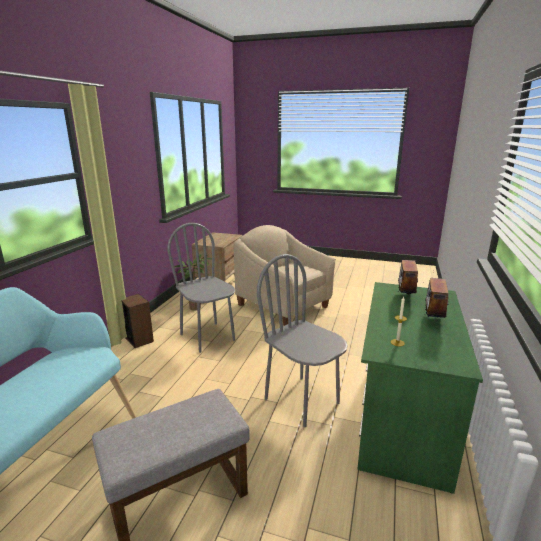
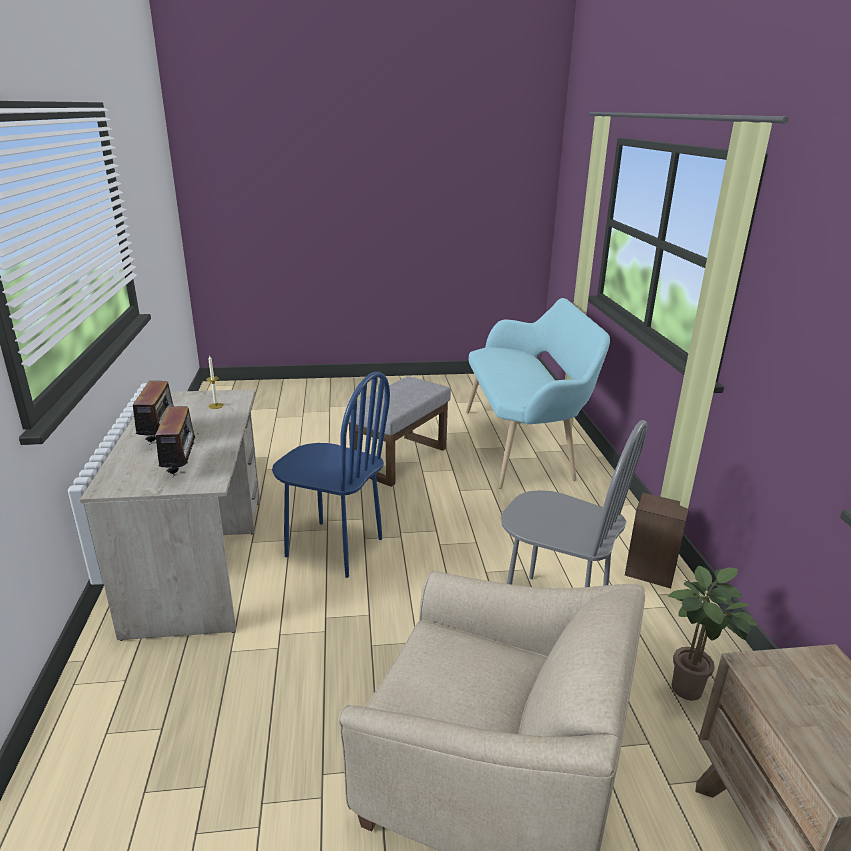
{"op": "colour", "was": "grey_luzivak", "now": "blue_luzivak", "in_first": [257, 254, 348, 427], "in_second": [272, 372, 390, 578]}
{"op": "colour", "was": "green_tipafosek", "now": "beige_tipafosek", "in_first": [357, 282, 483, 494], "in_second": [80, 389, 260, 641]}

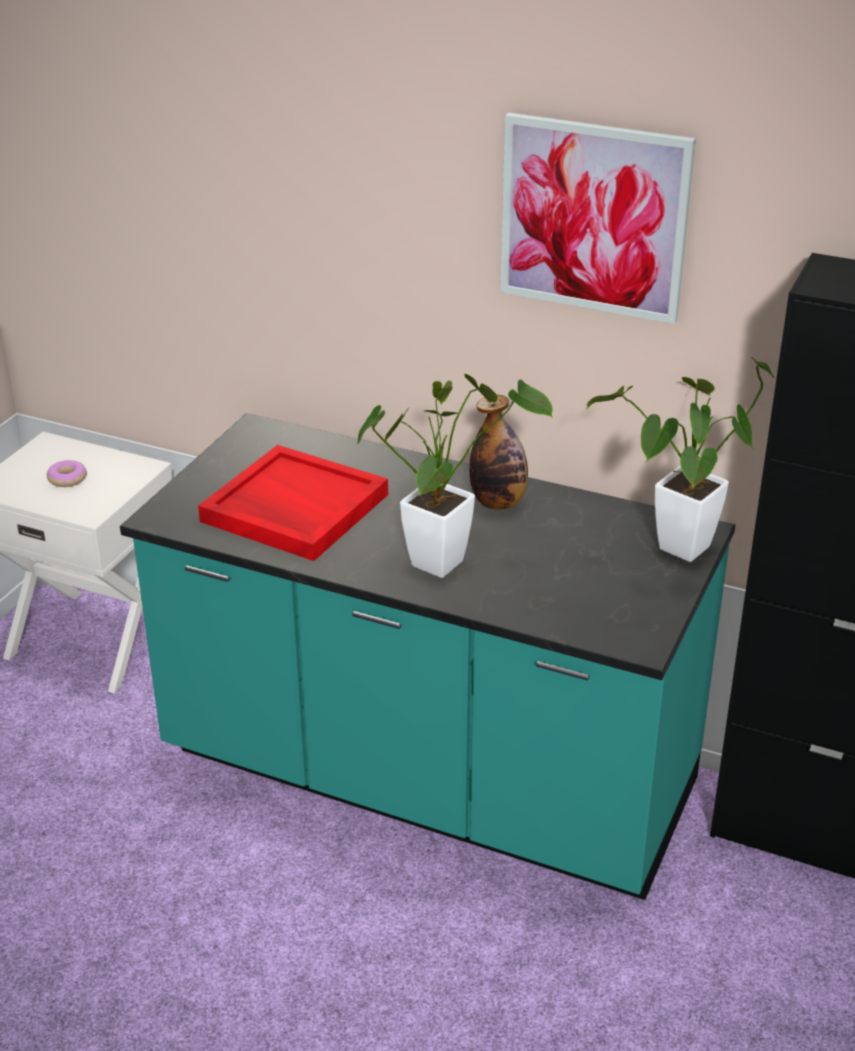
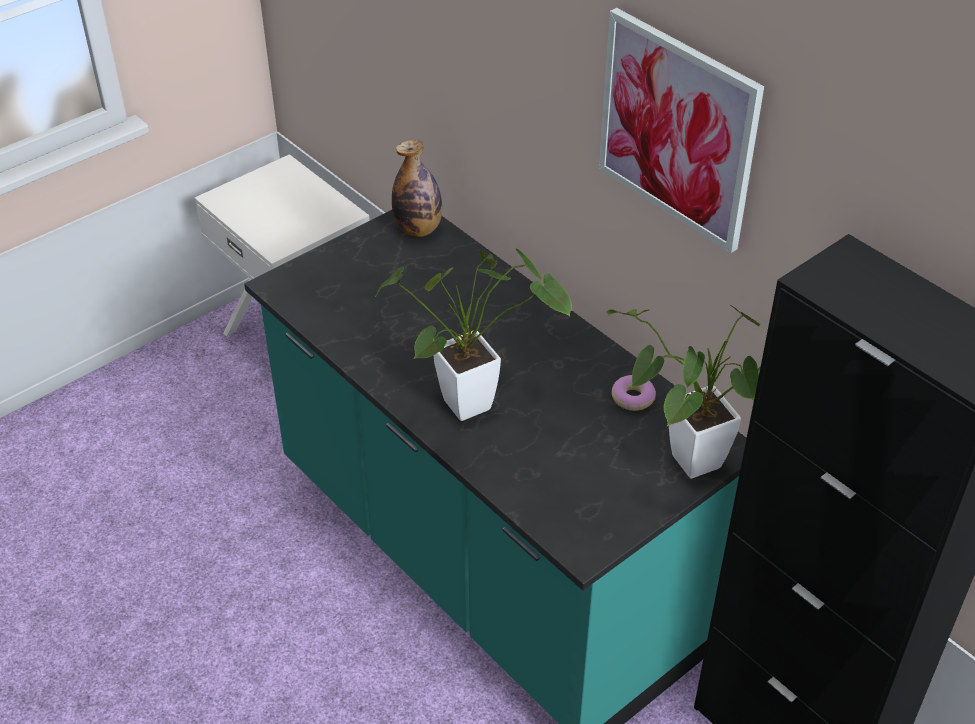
{"op": "relocated", "was": "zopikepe", "in_first": [47, 460, 87, 487], "in_second": [612, 375, 656, 411]}
{"op": "missing", "was": "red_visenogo", "in_first": [198, 445, 388, 561]}
{"op": "relocated", "was": "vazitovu", "in_first": [470, 395, 528, 510], "in_second": [392, 140, 442, 237]}

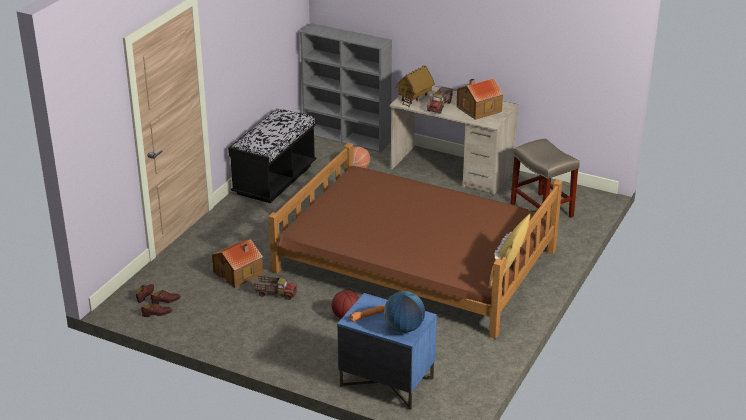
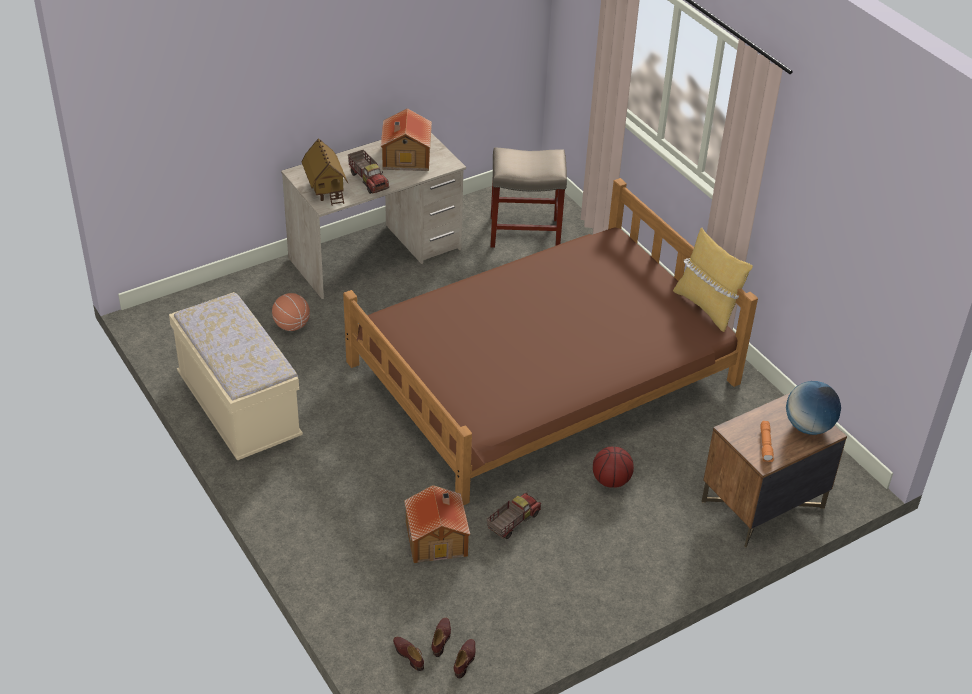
{"op": "colour", "was": "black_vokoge", "now": "beige_vokoge", "in_first": [228, 108, 317, 203], "in_second": [169, 292, 303, 460]}
{"op": "missing", "was": "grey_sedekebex", "in_first": [300, 23, 392, 152]}
{"op": "colour", "was": "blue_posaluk", "now": "brown_posaluk", "in_first": [337, 293, 437, 410], "in_second": [702, 393, 847, 547]}

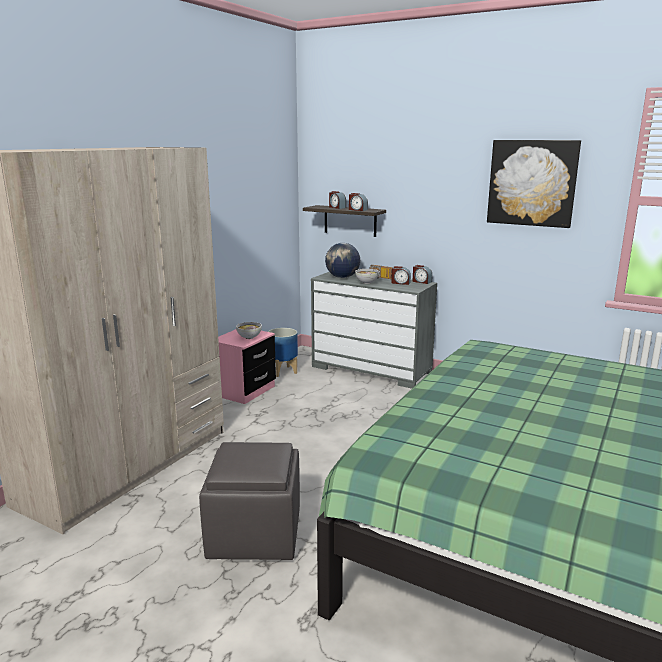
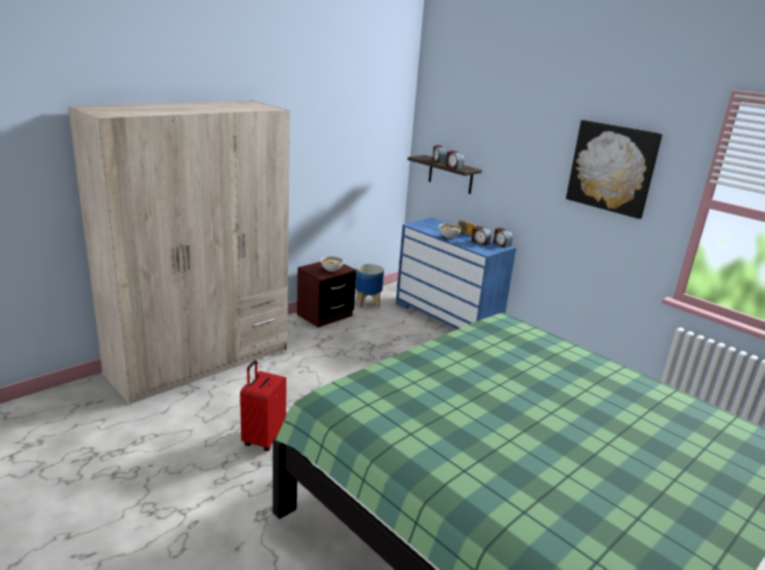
{"op": "exchanged", "was": "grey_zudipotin", "now": "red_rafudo", "in_first": [199, 442, 300, 560], "in_second": [240, 360, 286, 451]}
{"op": "colour", "was": "pink_posaluk", "now": "brown_posaluk", "in_first": [218, 329, 276, 404], "in_second": [297, 262, 356, 328]}
{"op": "colour", "was": "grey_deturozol", "now": "blue_deturozol", "in_first": [311, 272, 437, 389], "in_second": [396, 218, 516, 329]}
{"op": "missing", "was": "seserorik", "in_first": [325, 243, 360, 278]}

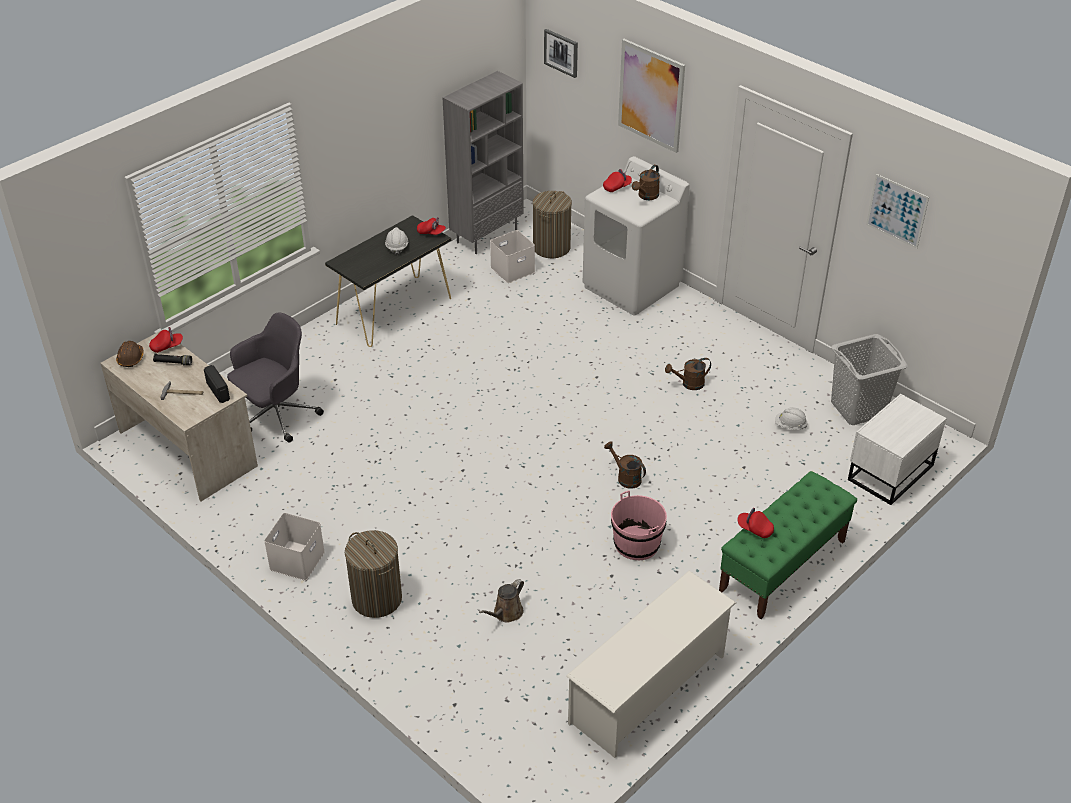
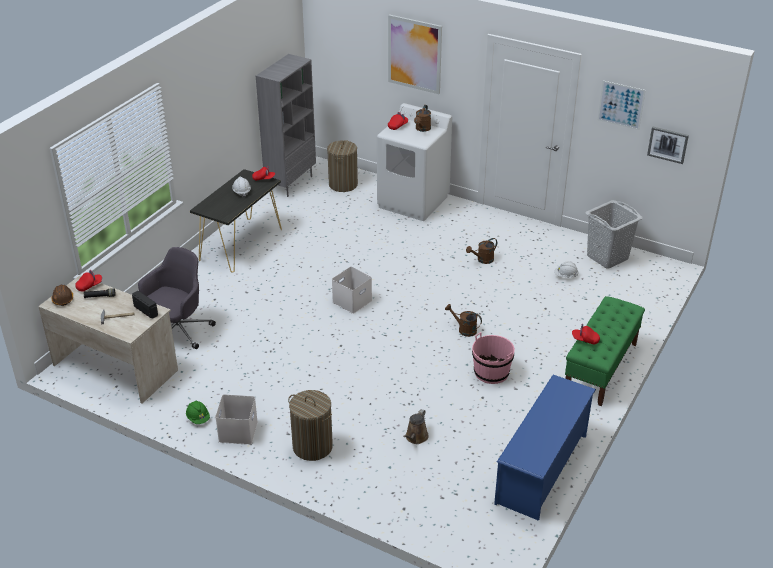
{"op": "relocated", "was": "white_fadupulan", "in_first": [490, 230, 535, 283], "in_second": [332, 266, 372, 314]}
{"op": "relocated", "was": "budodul", "in_first": [544, 29, 578, 78], "in_second": [647, 127, 689, 164]}
{"op": "colour", "was": "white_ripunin", "now": "blue_ripunin", "in_first": [566, 571, 736, 758], "in_second": [494, 375, 596, 521]}
{"op": "missing", "was": "white_posaluk", "in_first": [848, 394, 947, 505]}
{"op": "appeared", "now": "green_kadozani", "in_second": [186, 401, 210, 424]}

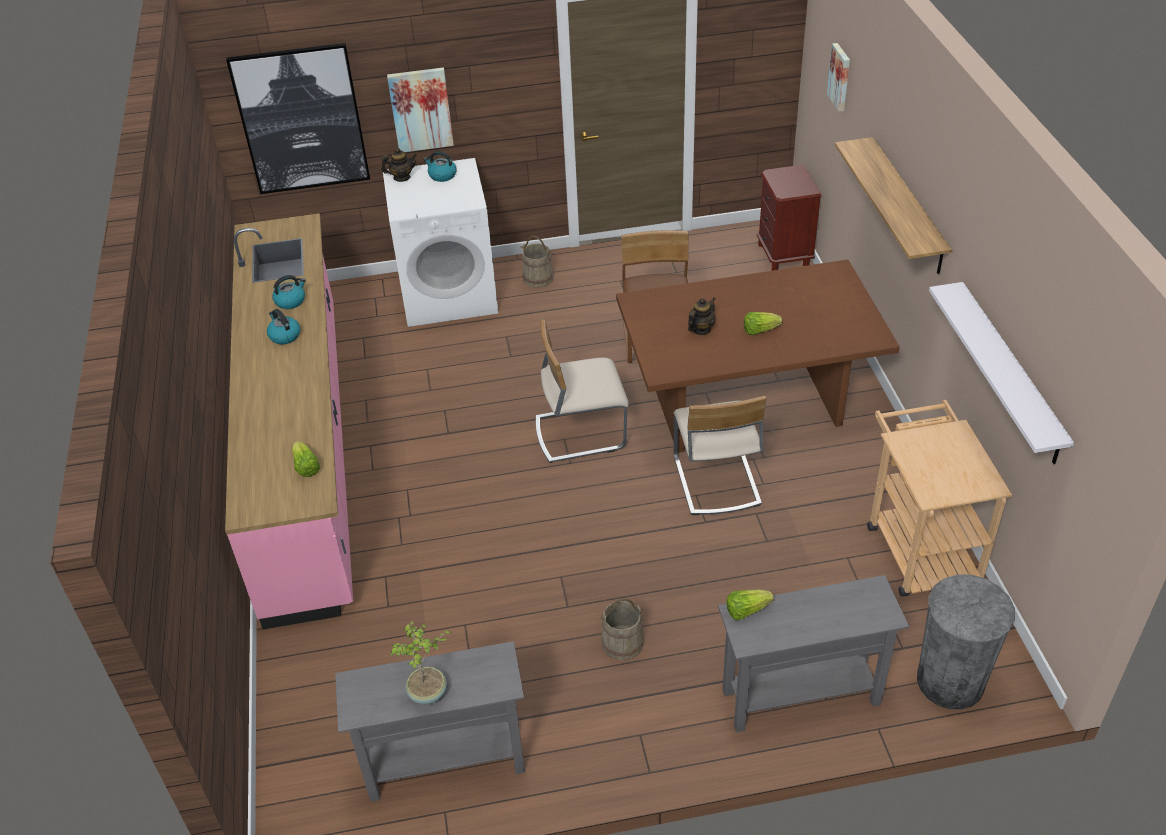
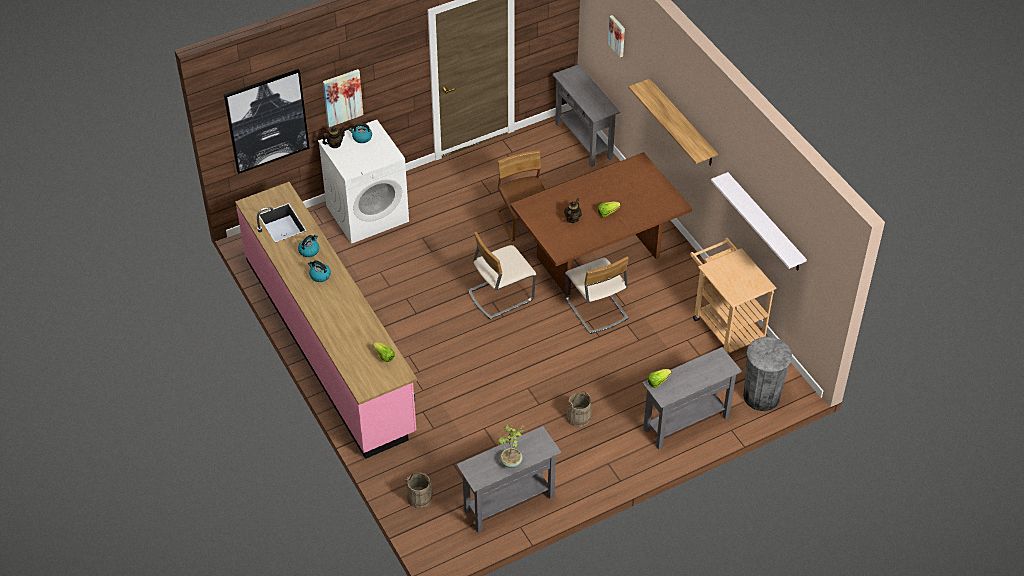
{"op": "relocated", "was": "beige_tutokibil", "in_first": [521, 236, 554, 288], "in_second": [405, 472, 433, 508]}
{"op": "exchanged", "was": "brown_posaluk", "now": "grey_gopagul", "in_first": [757, 165, 821, 271], "in_second": [552, 64, 620, 167]}

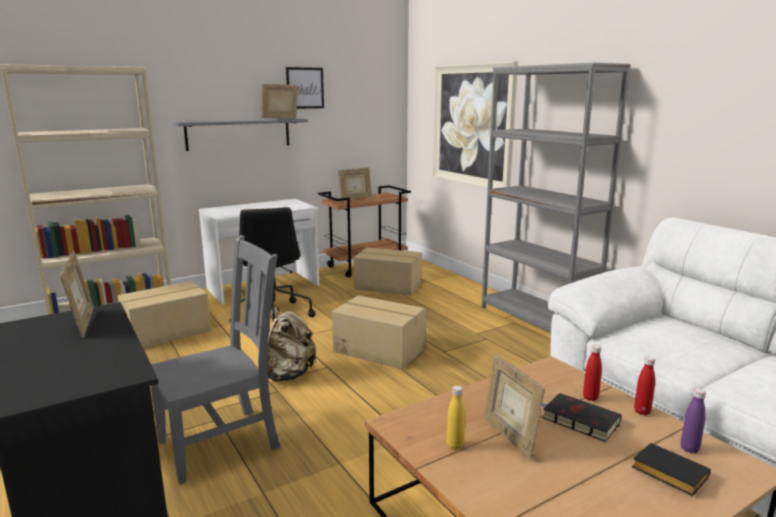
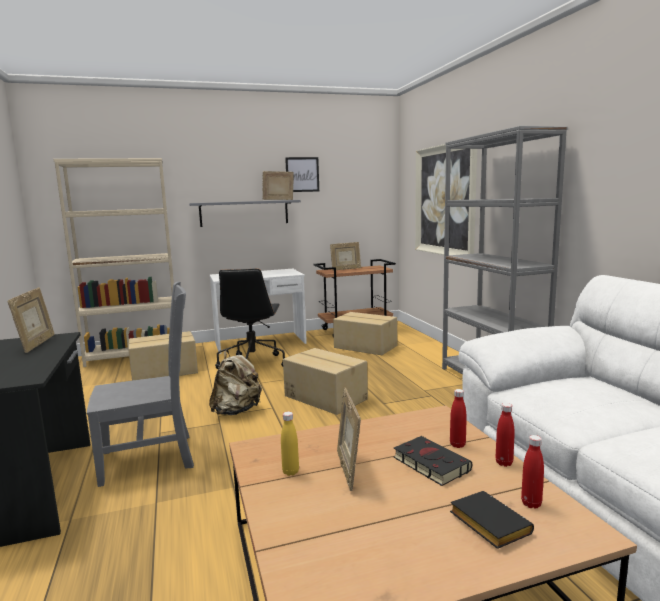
{"op": "colour", "was": "purple_vazitovu", "now": "red_vazitovu", "in_first": [681, 388, 706, 453], "in_second": [521, 435, 544, 509]}

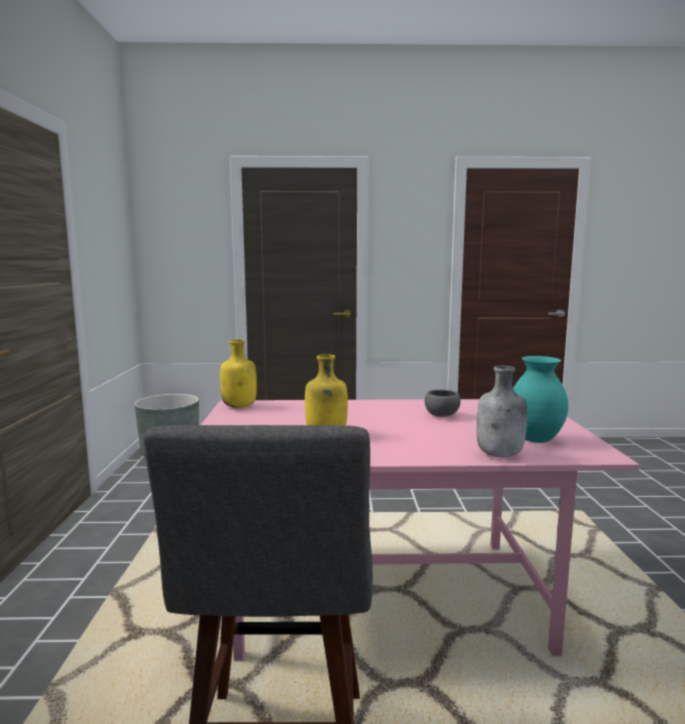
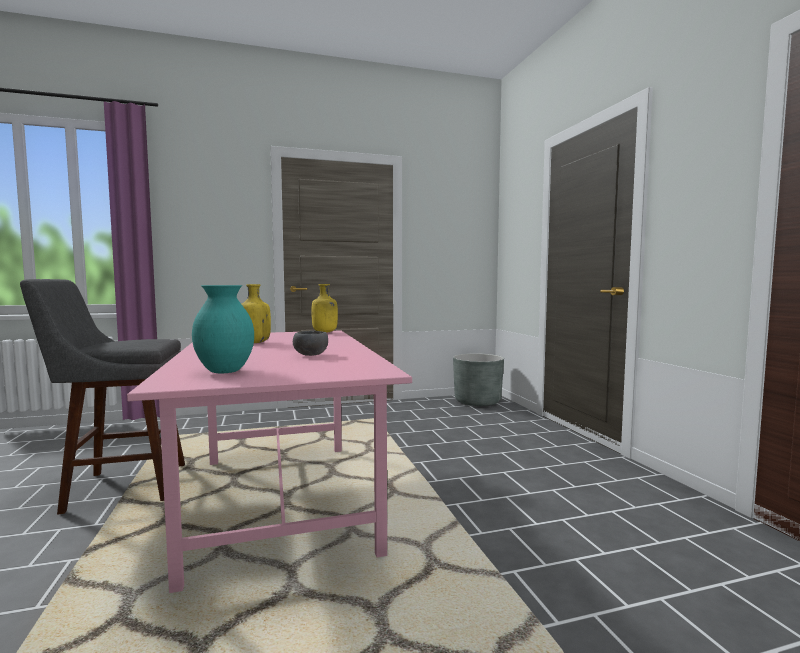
{"op": "missing", "was": "grey_vazitovu", "in_first": [477, 366, 527, 457]}

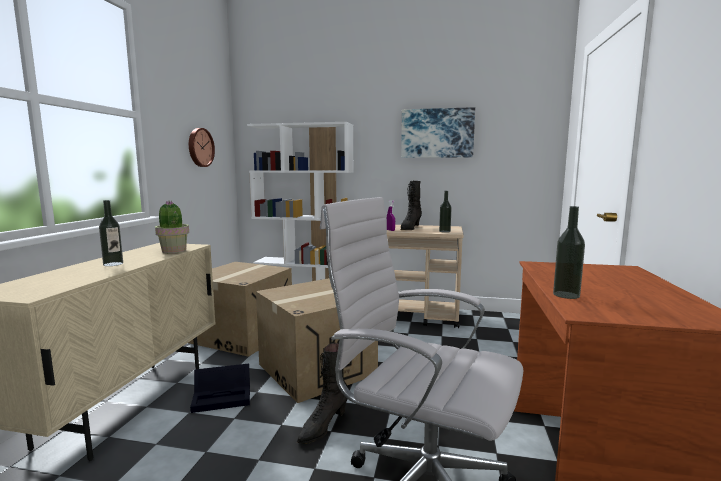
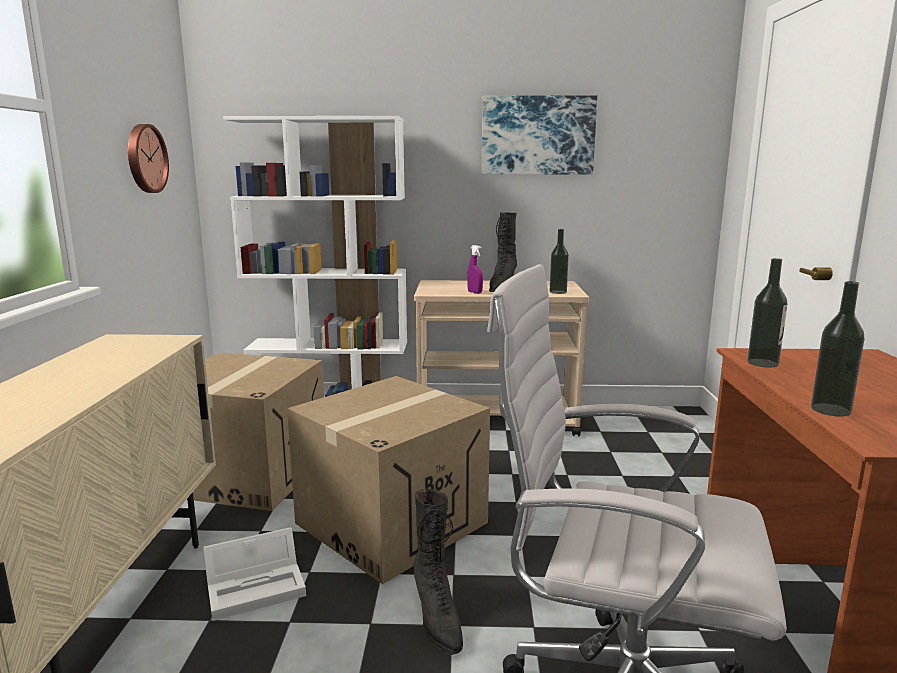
{"op": "relocated", "was": "vazitovu", "in_first": [99, 200, 123, 266], "in_second": [747, 258, 788, 367]}
{"op": "missing", "was": "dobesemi", "in_first": [155, 201, 189, 253]}
{"op": "colour", "was": "black_fadupulan", "now": "white_fadupulan", "in_first": [190, 364, 250, 413], "in_second": [203, 527, 306, 621]}
{"op": "spun", "was": "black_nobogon", "in_first": [297, 343, 348, 444], "in_second": [413, 489, 463, 655], "clockwise": -45}

